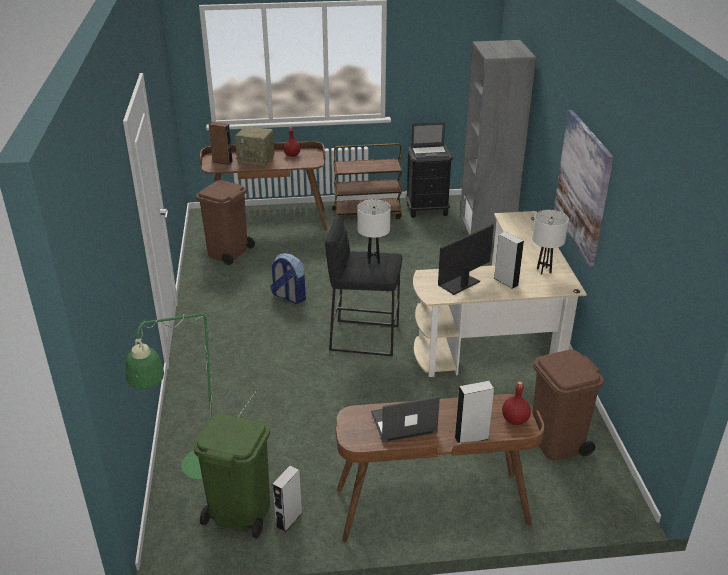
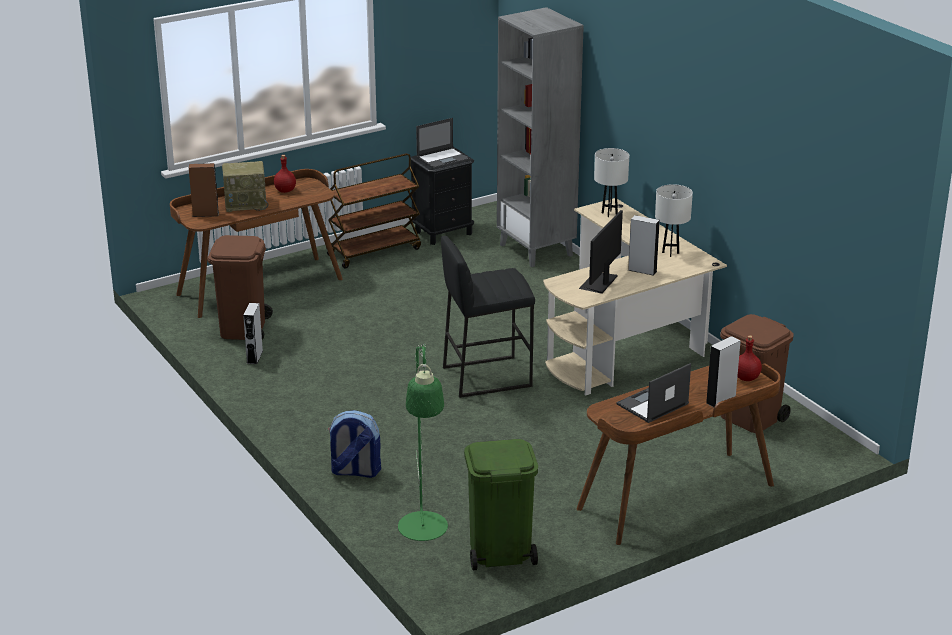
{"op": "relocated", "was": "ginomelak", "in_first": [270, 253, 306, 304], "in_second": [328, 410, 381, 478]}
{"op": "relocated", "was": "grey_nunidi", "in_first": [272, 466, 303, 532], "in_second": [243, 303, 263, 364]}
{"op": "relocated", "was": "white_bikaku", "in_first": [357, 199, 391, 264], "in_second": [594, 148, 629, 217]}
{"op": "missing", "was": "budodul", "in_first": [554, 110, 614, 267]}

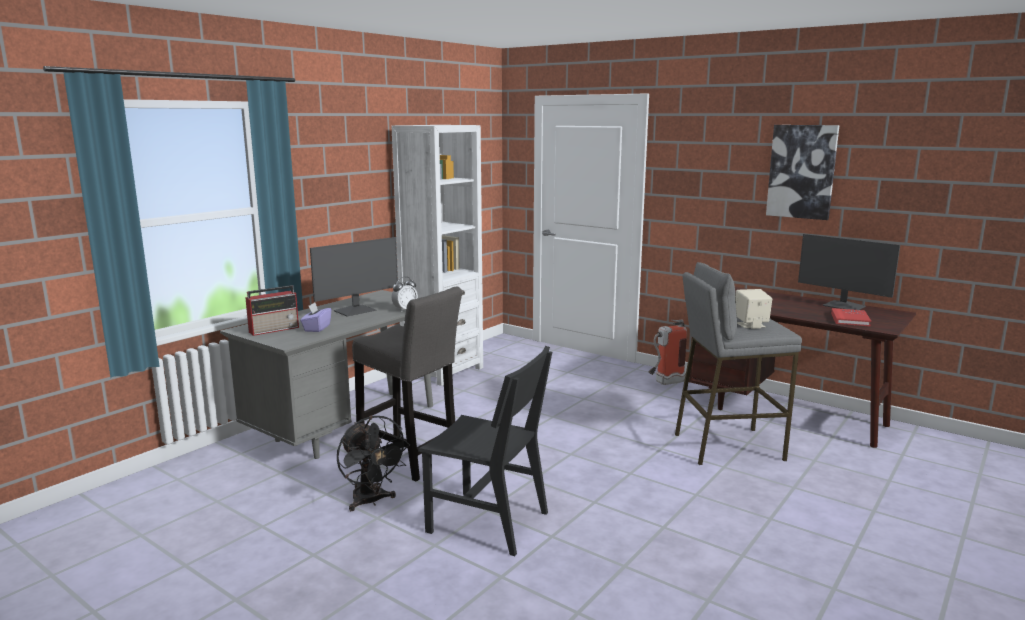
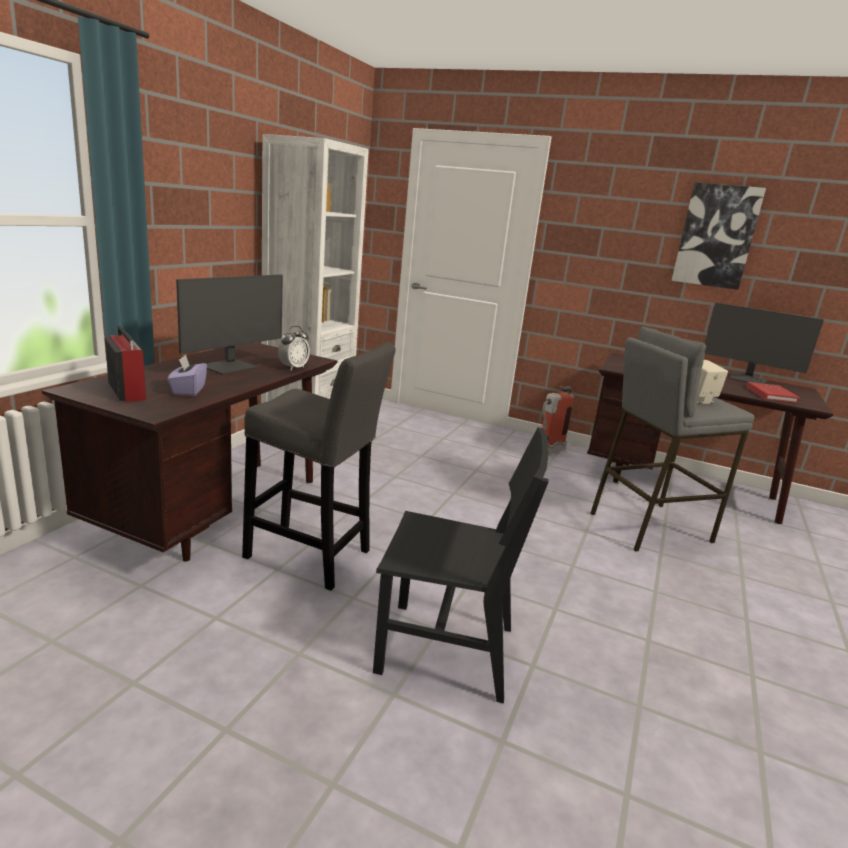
{"op": "colour", "was": "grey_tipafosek", "now": "brown_tipafosek", "in_first": [220, 290, 433, 459], "in_second": [42, 342, 337, 561]}
{"op": "spun", "was": "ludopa", "in_first": [245, 285, 299, 336], "in_second": [105, 326, 146, 402], "clockwise": -75}
{"op": "missing", "was": "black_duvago", "in_first": [337, 416, 410, 511]}

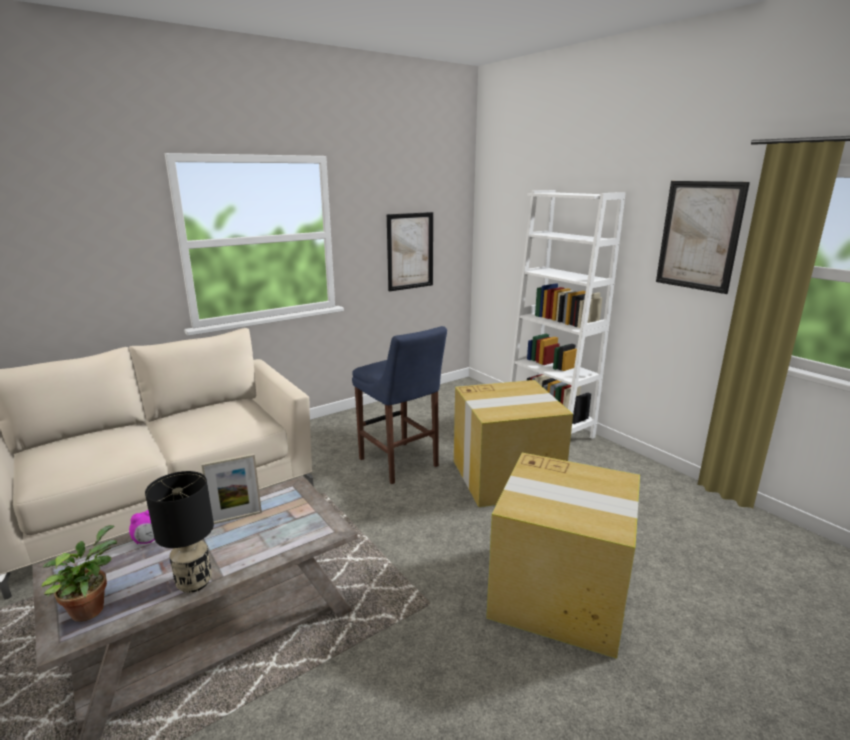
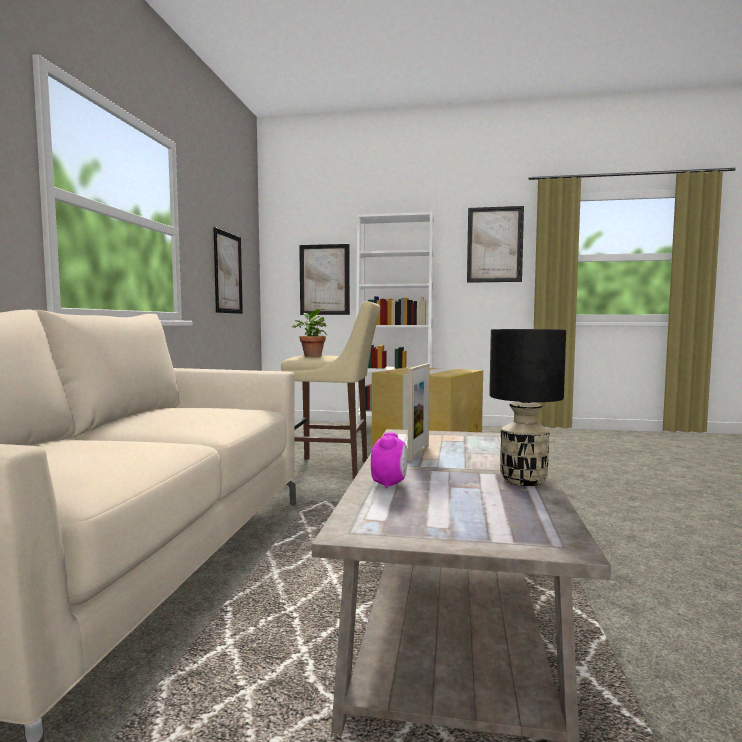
{"op": "relocated", "was": "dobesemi", "in_first": [41, 525, 117, 622], "in_second": [292, 308, 328, 357]}
{"op": "colour", "was": "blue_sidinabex", "now": "beige_sidinabex", "in_first": [352, 326, 447, 484], "in_second": [281, 301, 380, 479]}
{"op": "missing", "was": "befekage", "in_first": [486, 453, 640, 659]}
{"op": "appeared", "now": "budodul", "in_second": [299, 244, 350, 315]}

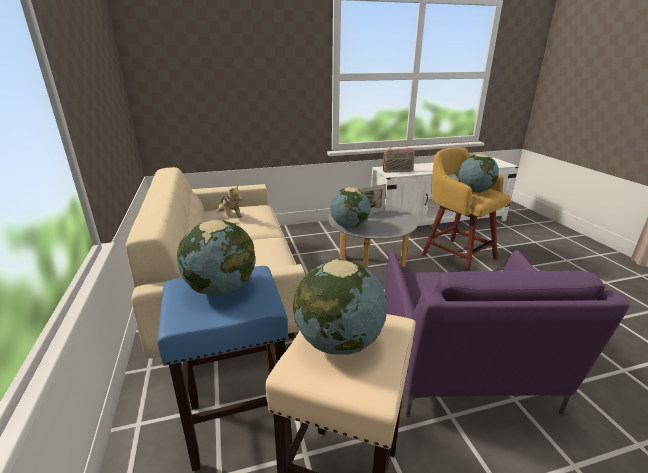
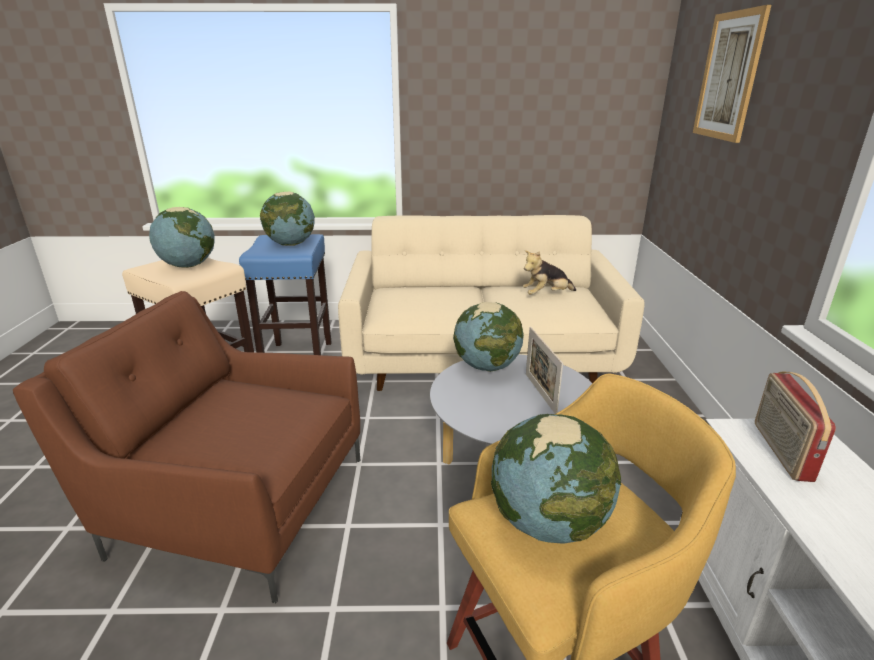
{"op": "colour", "was": "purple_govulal", "now": "brown_govulal", "in_first": [385, 250, 630, 417], "in_second": [13, 291, 360, 603]}
{"op": "appeared", "now": "budodul", "in_second": [693, 5, 771, 143]}

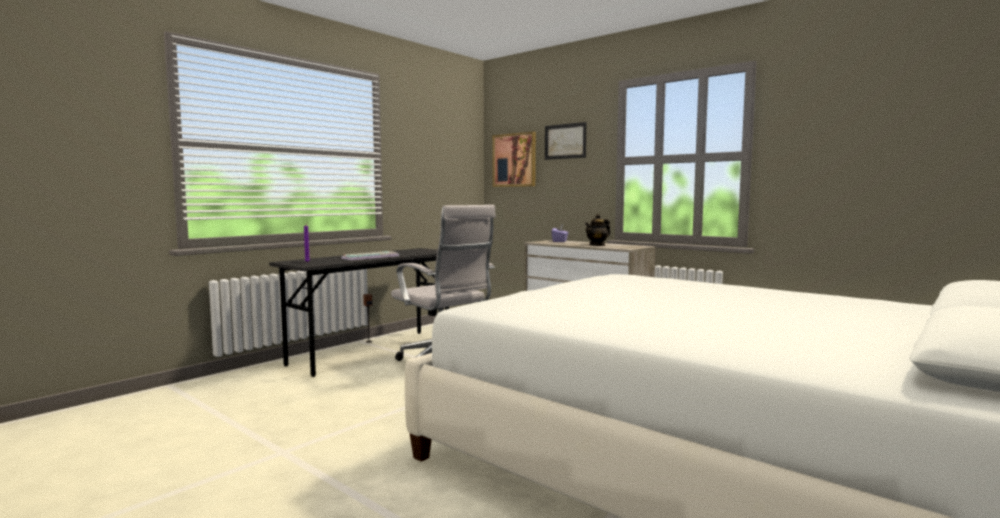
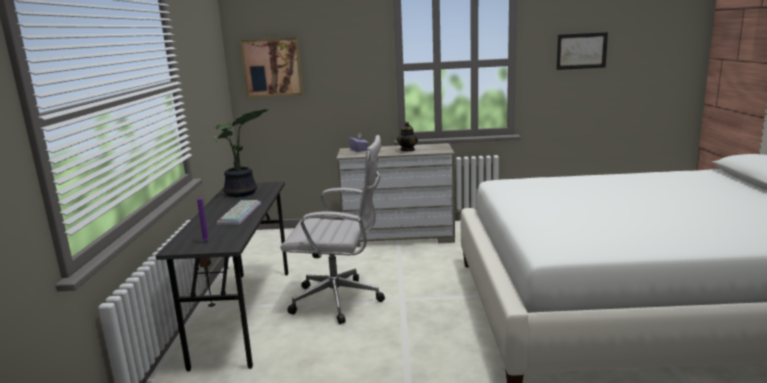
{"op": "relocated", "was": "budodul", "in_first": [545, 122, 586, 160], "in_second": [556, 32, 608, 70]}
{"op": "appeared", "now": "dobesemi", "in_second": [212, 109, 269, 197]}

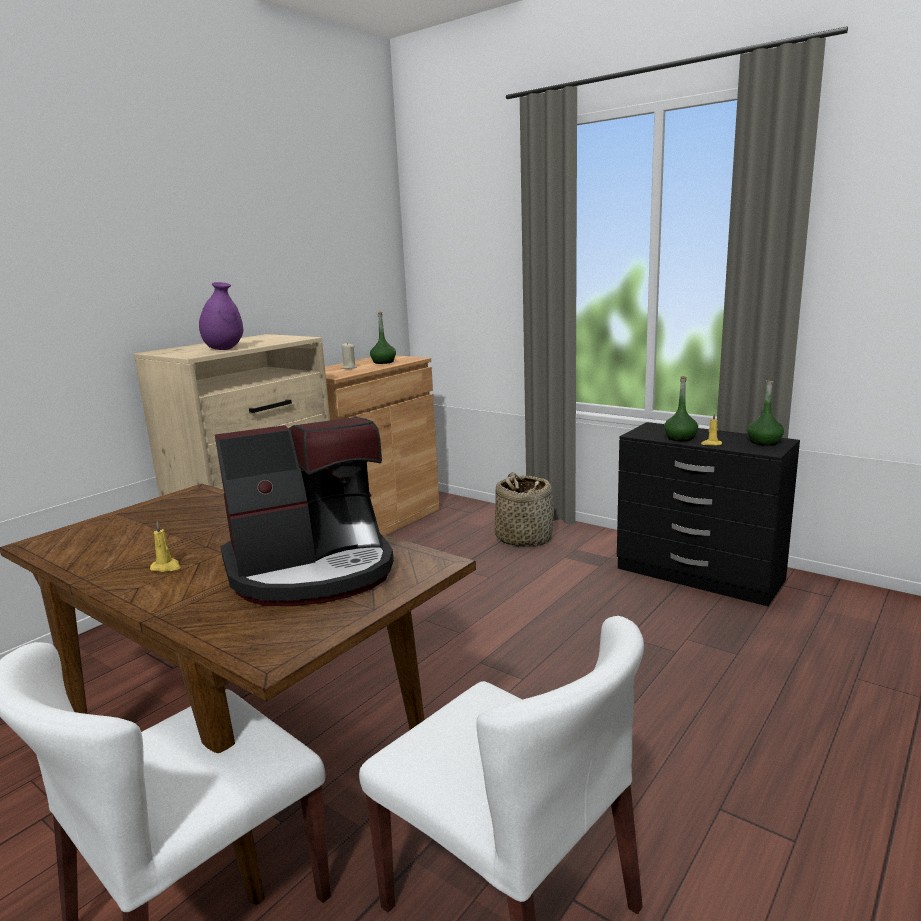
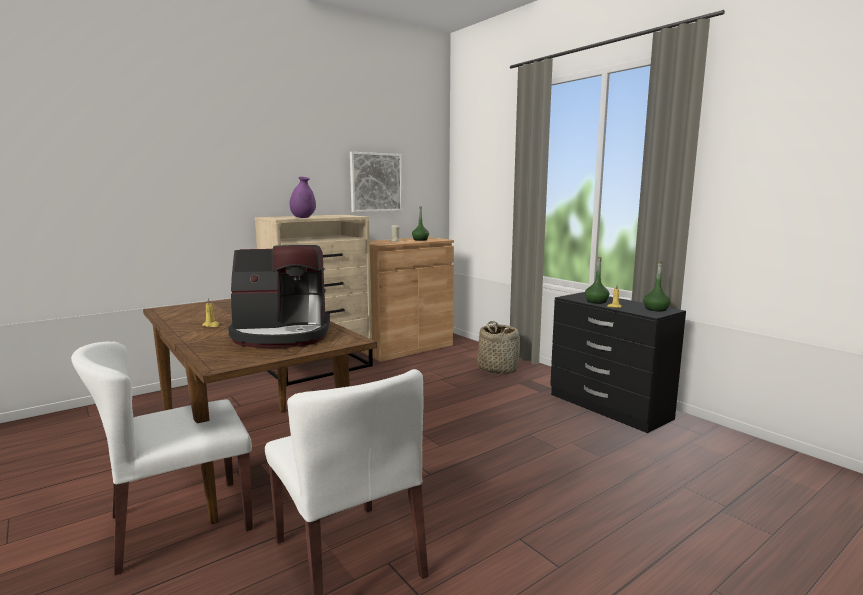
{"op": "appeared", "now": "budodul", "in_second": [350, 152, 402, 212]}

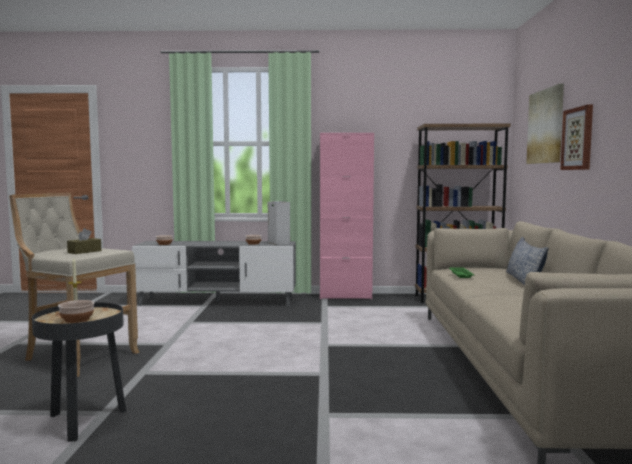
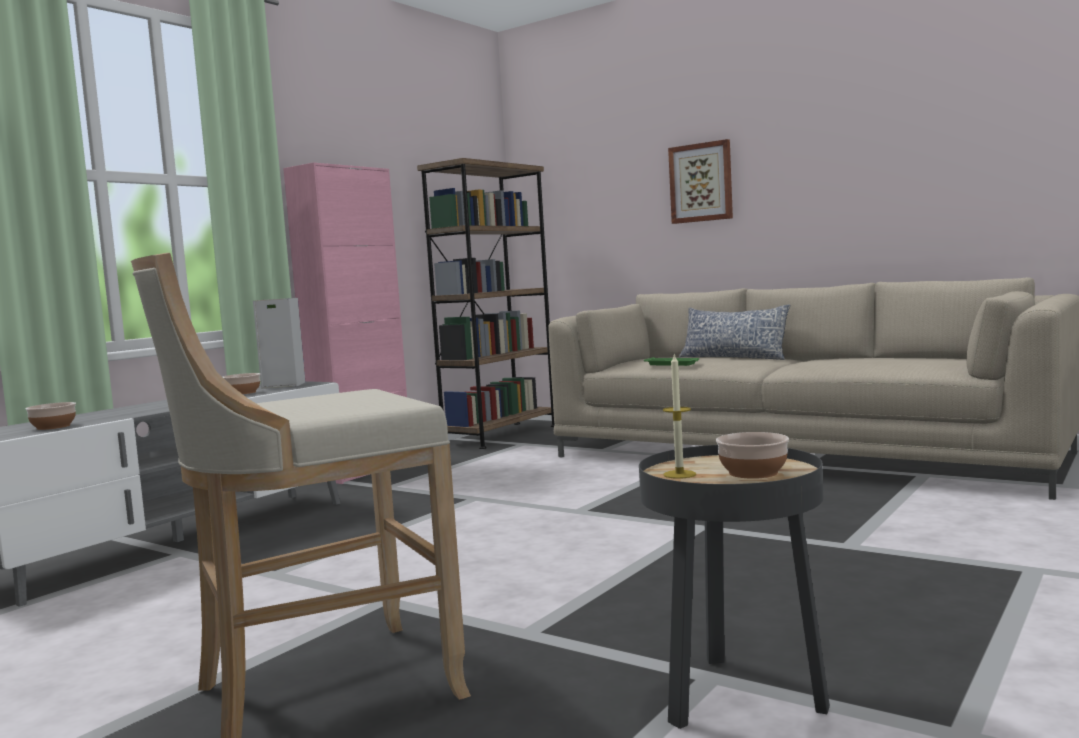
{"op": "missing", "was": "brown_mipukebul", "in_first": [67, 228, 101, 254]}
{"op": "missing", "was": "budodul", "in_first": [526, 84, 564, 164]}

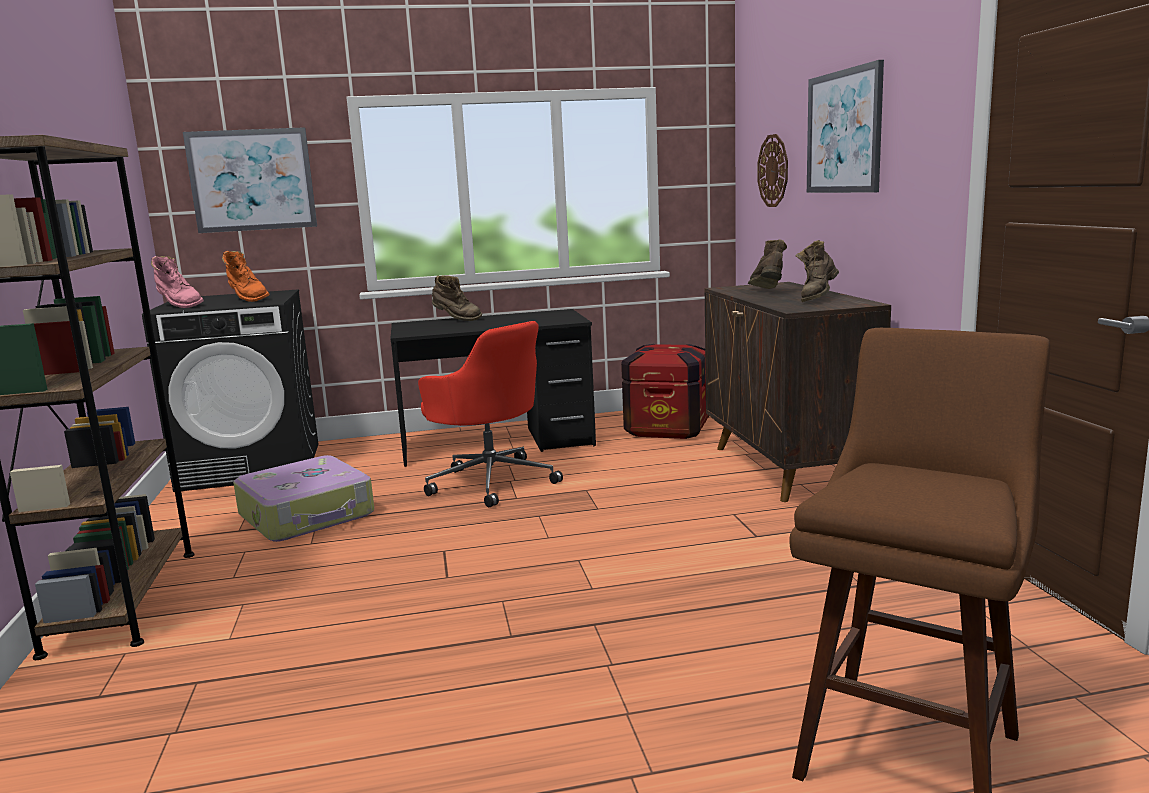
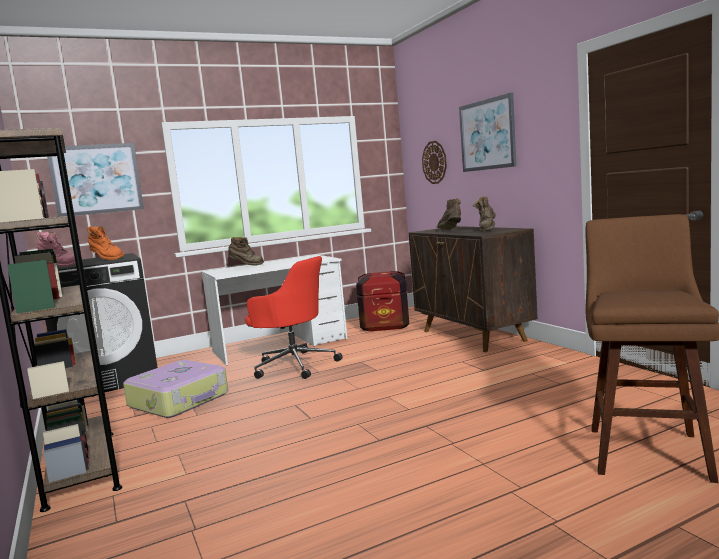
{"op": "colour", "was": "black_tipafosek", "now": "white_tipafosek", "in_first": [390, 309, 596, 467], "in_second": [201, 255, 348, 366]}

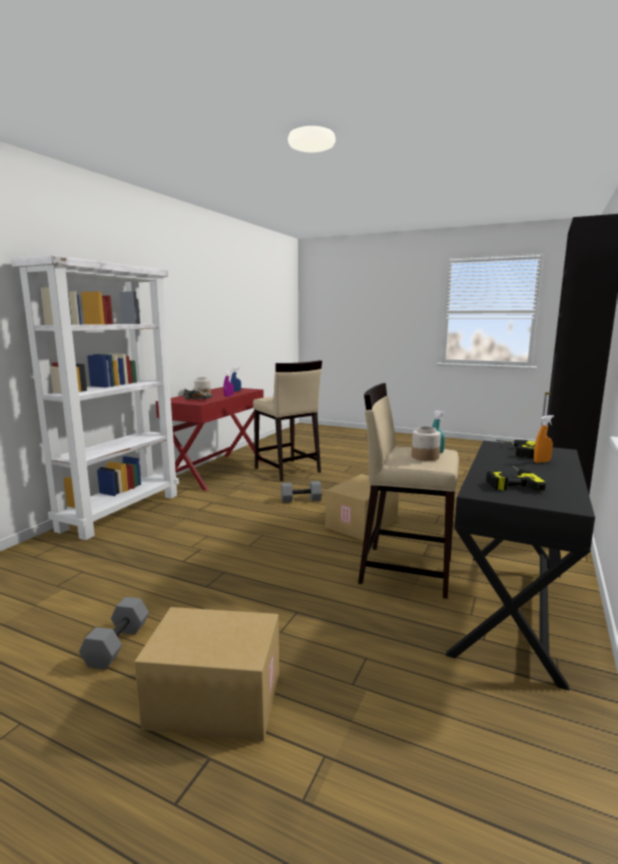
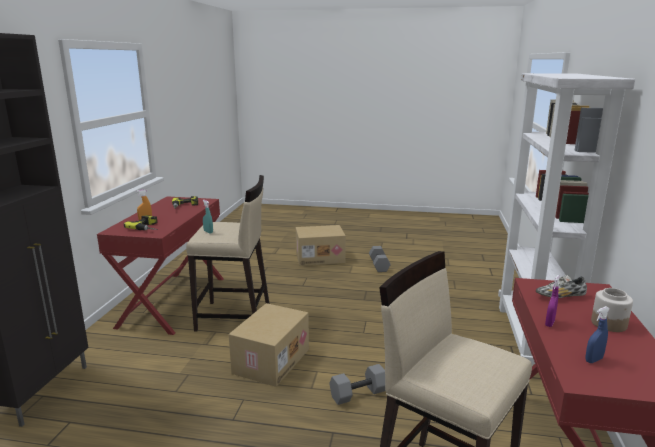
{"op": "missing", "was": "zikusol", "in_first": [411, 426, 441, 461]}
{"op": "colour", "was": "black_tipafosek", "now": "red_tipafosek", "in_first": [445, 441, 595, 691], "in_second": [97, 196, 224, 335]}

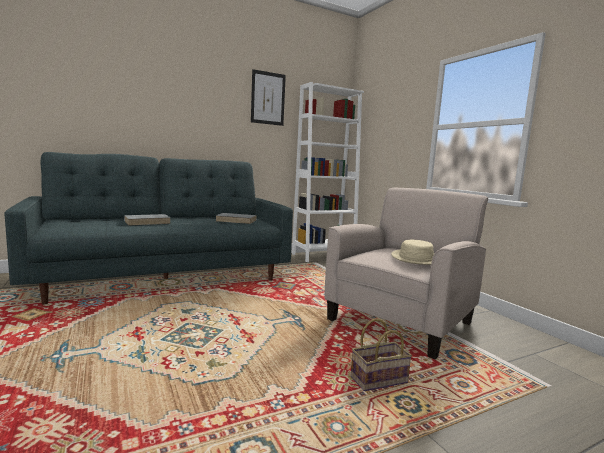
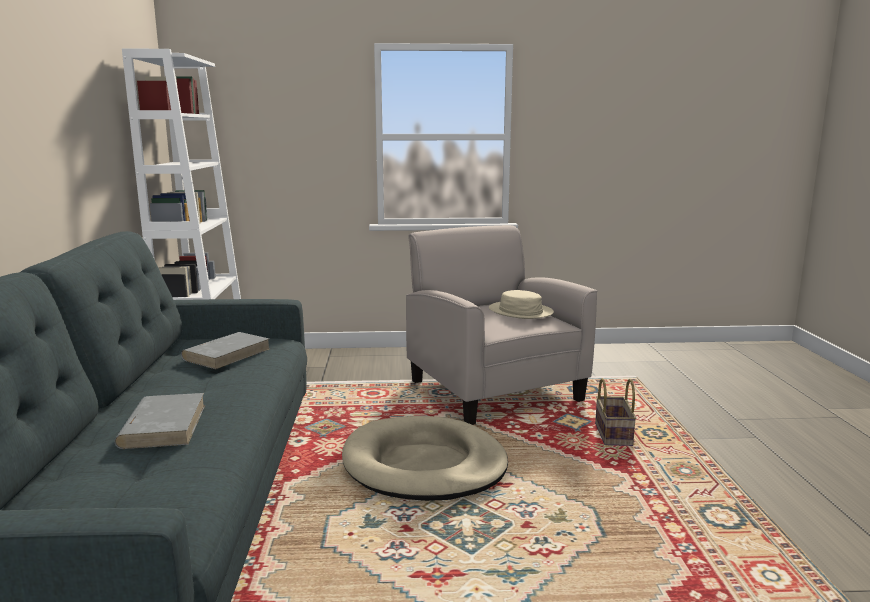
{"op": "missing", "was": "budodul", "in_first": [251, 69, 286, 126]}
{"op": "appeared", "now": "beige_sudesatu", "in_second": [342, 416, 508, 501]}

